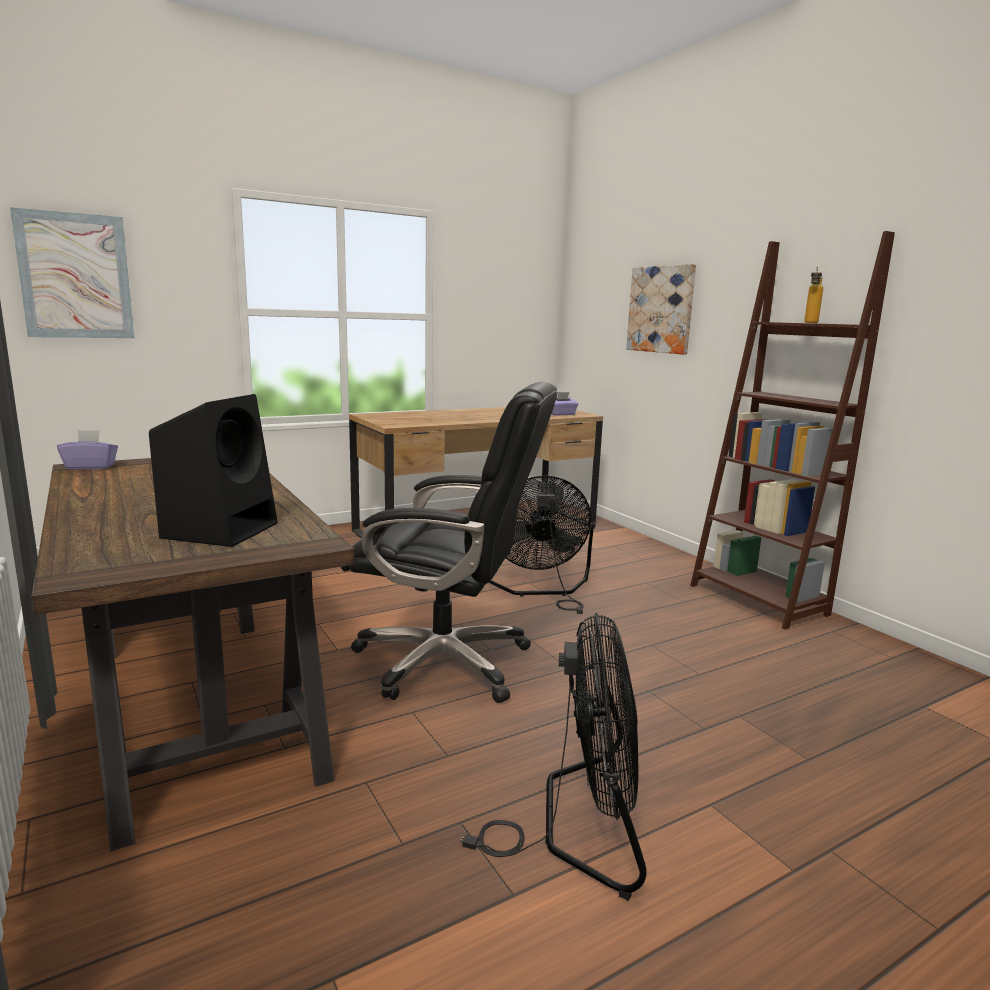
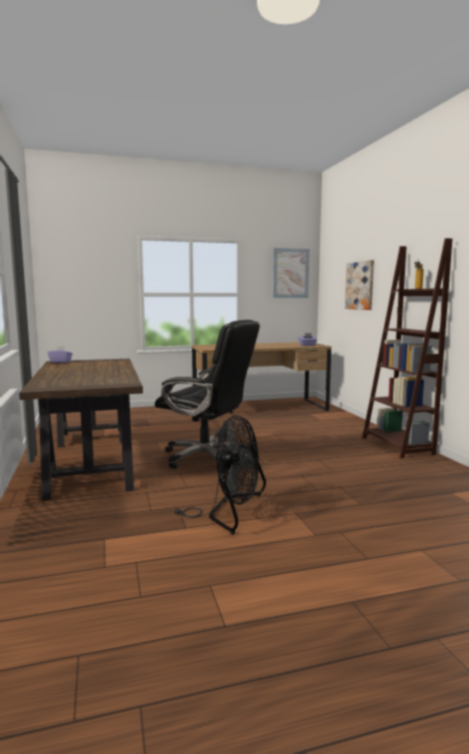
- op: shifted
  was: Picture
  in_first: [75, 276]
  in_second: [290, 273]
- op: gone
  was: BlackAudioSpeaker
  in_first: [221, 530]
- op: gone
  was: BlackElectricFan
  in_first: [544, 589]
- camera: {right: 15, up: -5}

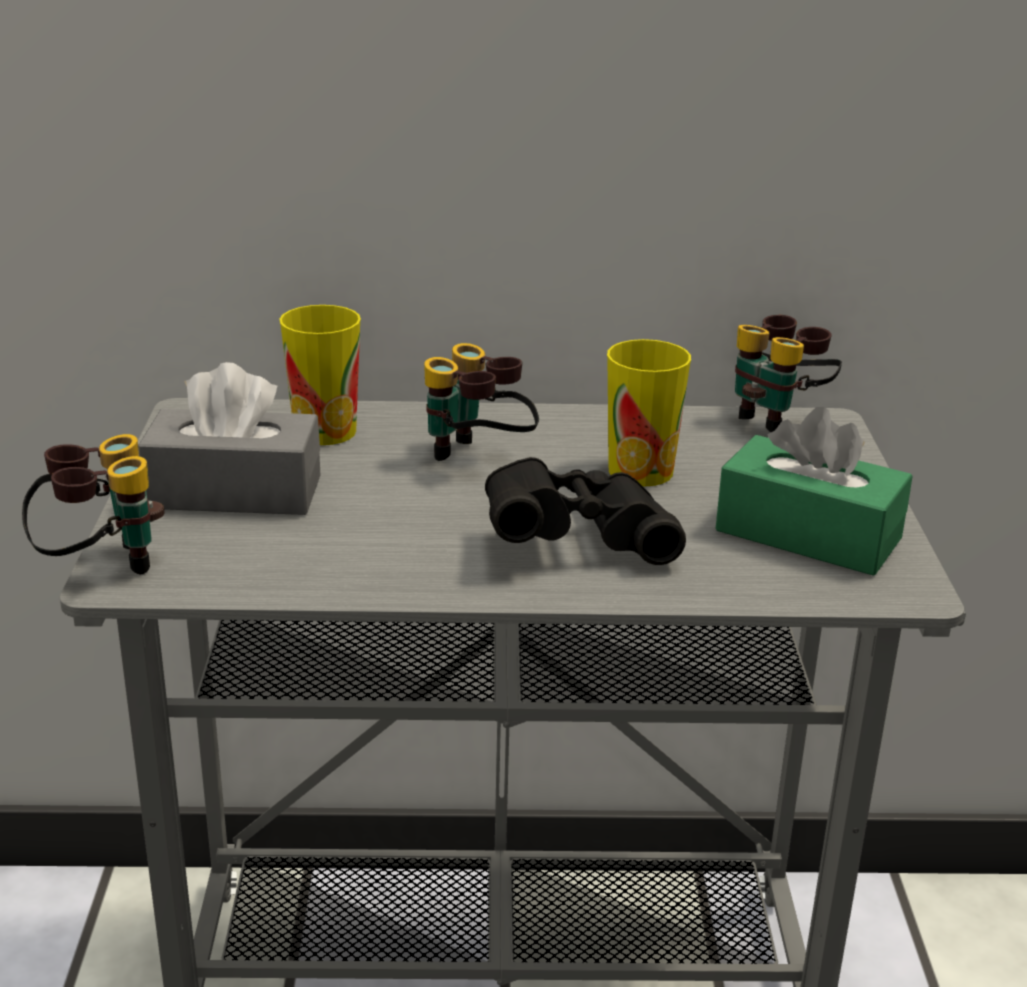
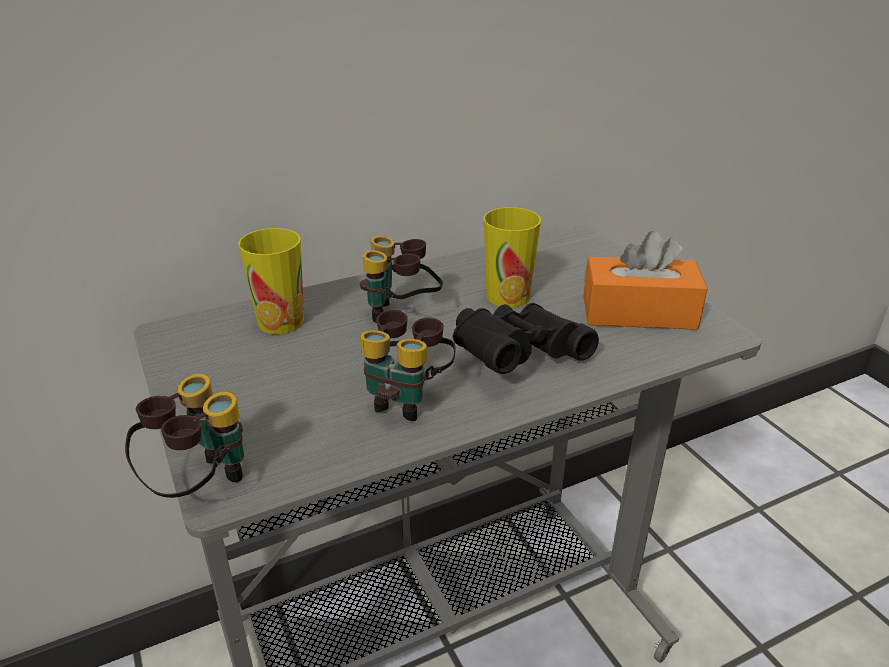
- op: shifted
  was: PairOfBinoculars
  in_first: [777, 418]
  in_second: [407, 399]
- op: gone
  was: GreyTissueBox
  in_first: [234, 492]
- op: repainted
  was: GreenColouredTissueBox
  now: OrangeColouredTissueBox
  in_first: [808, 534]
  in_second: [638, 312]
- camera: {right: -25, up: 5}

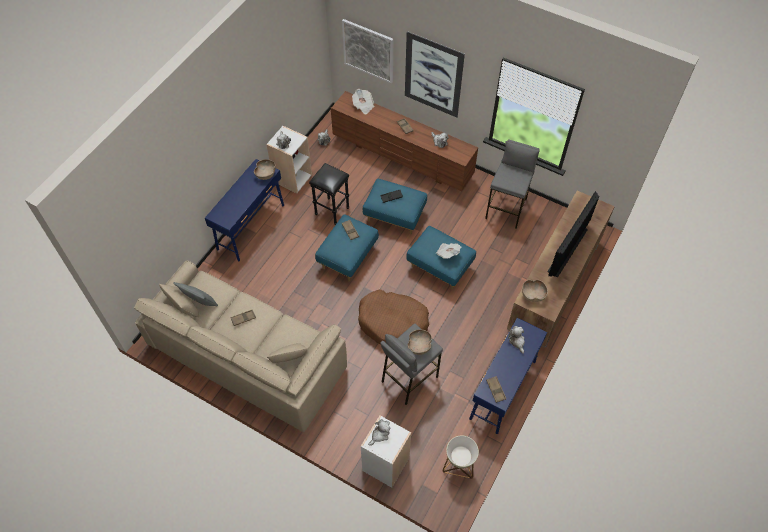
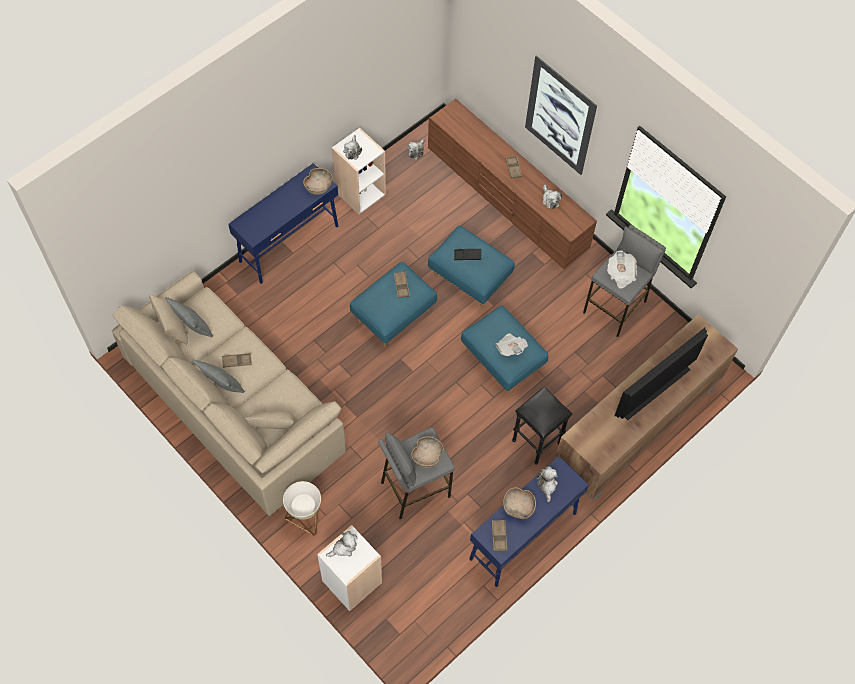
- op: gone
  was: Picture
  in_first: [368, 51]
- op: shifted
  was: DailyPaper
  in_first: [363, 106]
  in_second: [620, 274]
- op: shifted
  was: BlackStool
  in_first: [331, 210]
  in_second: [536, 440]
- op: shifted
  was: BrownDeepDish
  in_first: [533, 295]
  in_second: [518, 507]
- op: gone
  was: BrownDogBed
  in_first: [392, 322]
- op: shifted
  was: PlantPot
  in_first: [459, 466]
  in_second: [305, 517]
- op: new
  now: GreyPillow
  in_second: [222, 385]
- camera: {right: 15, up: 5}

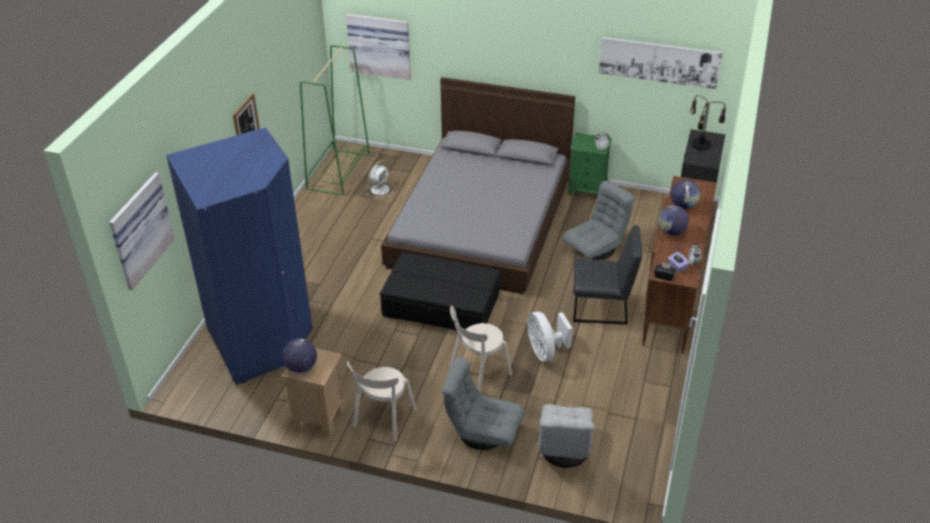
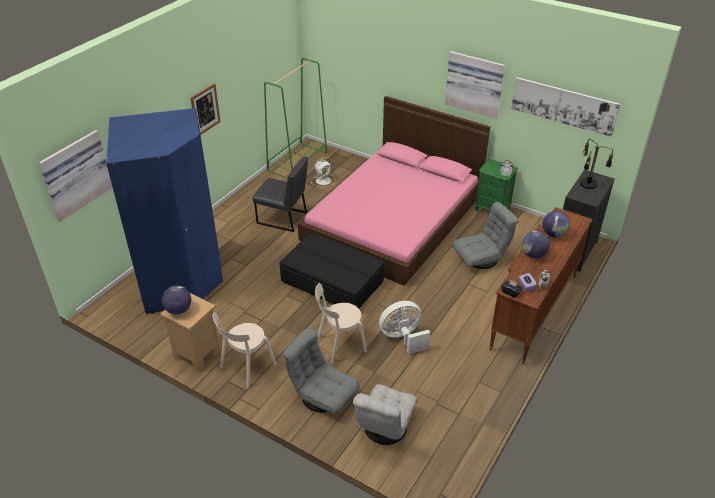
- op: shifted
  was: Picture
  in_first: [380, 45]
  in_second: [475, 83]
- op: repainted
  was: GreyBedroomBed
  now: PinkBedroomBed
  in_first: [481, 221]
  in_second: [394, 219]
- op: shifted
  was: GreyChair
  in_first: [602, 308]
  in_second: [283, 218]
- op: rotated
  was: WhiteElectricFan
  in_first: [545, 351]
  in_second: [403, 338]
  clockwise: 75
- camera: {right: 15, up: 0}

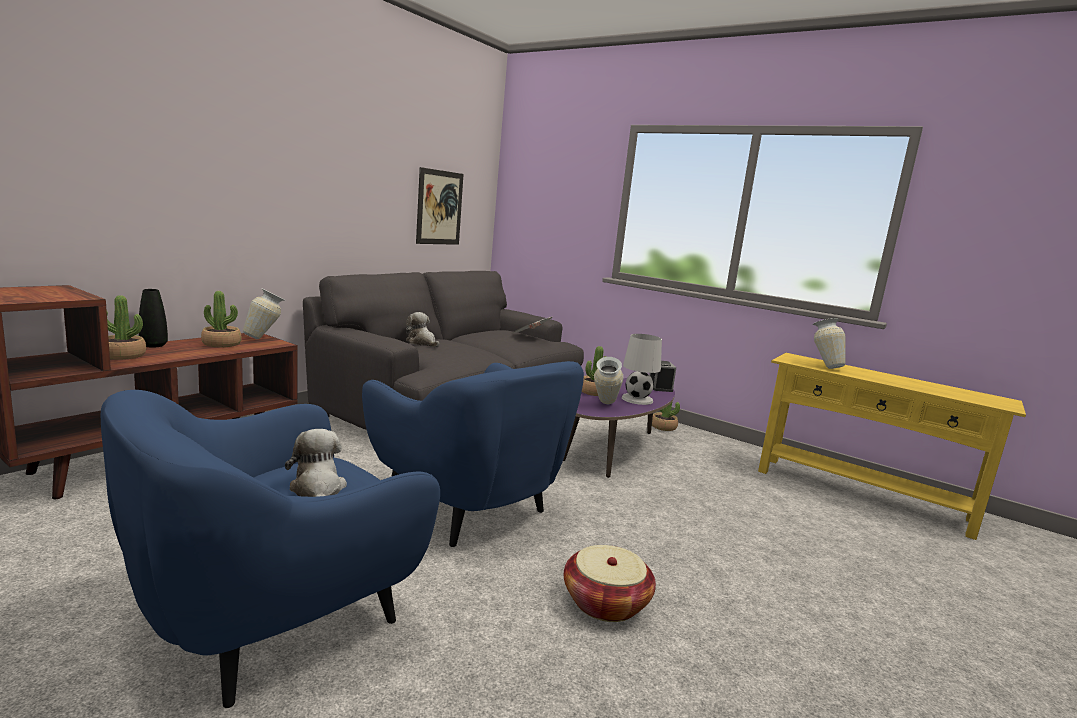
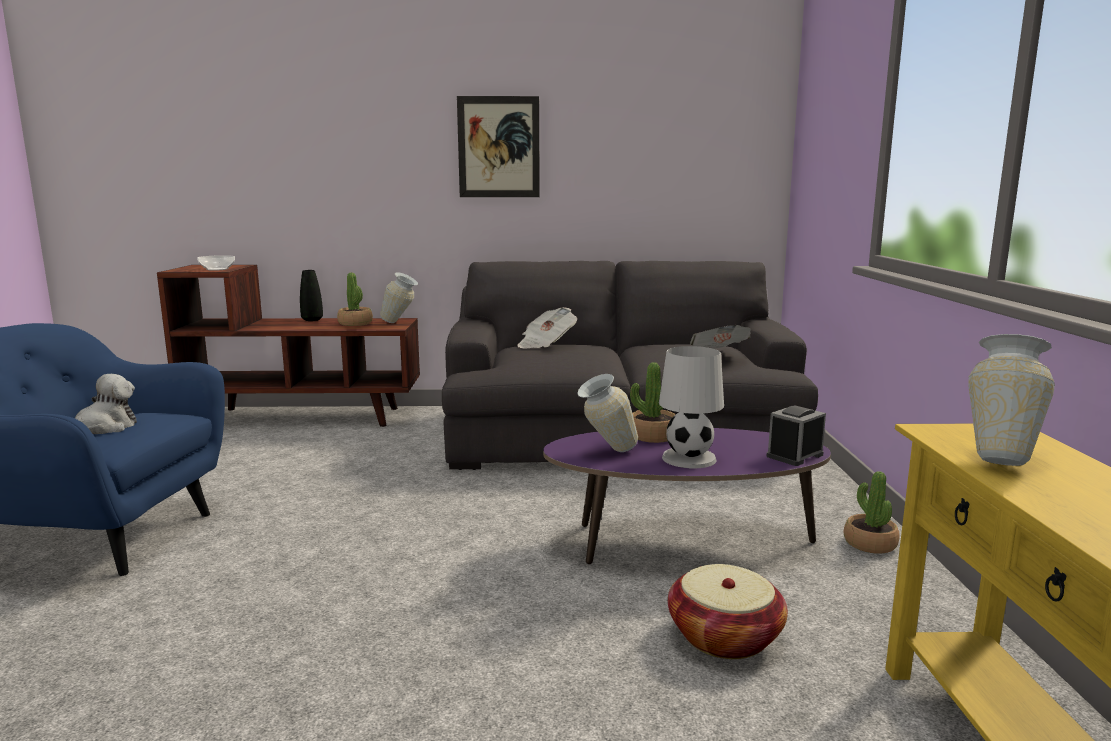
- op: shifted
  was: Picture
  in_first: [439, 207]
  in_second: [498, 147]
- op: gone
  was: PlantInAPot
  in_first: [122, 355]
- op: swapped
  was: SoftToy
  now: DailyPaper
  in_first: [422, 343]
  in_second: [545, 344]
- op: gone
  was: BluishLoungeChair
  in_first: [468, 507]
- op: shifted
  was: StorageBasket
  in_first: [605, 602]
  in_second: [724, 637]
- op: new
  now: DeepDish
  in_second: [218, 269]
- camera: {right: 55, up: 0}

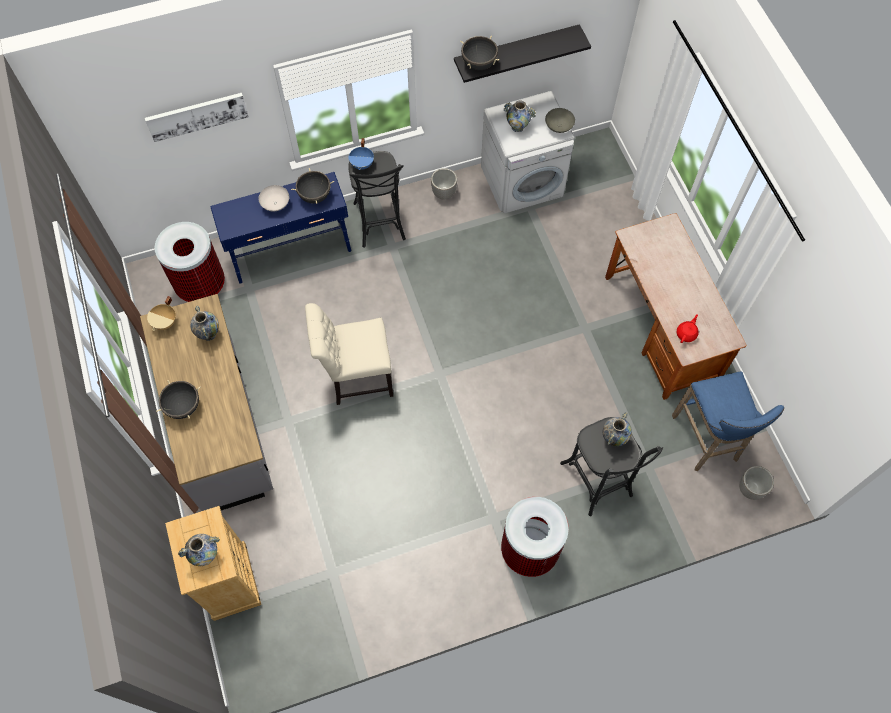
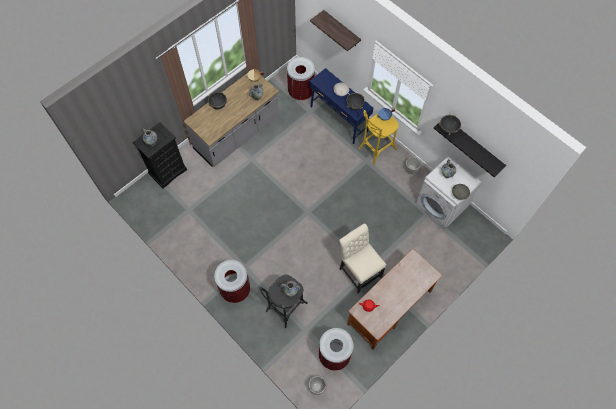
- op: swapped
  was: Picture
  now: BracketShelf
  in_first: [197, 115]
  in_second: [341, 29]
- op: repainted
  was: BlackStool
  now: YellowishStool
  in_first: [379, 224]
  in_second: [376, 149]
- op: shifted
  was: SandColouredChair
  in_first: [356, 377]
  in_second: [358, 270]
- op: swapped
  was: BluishStool
  now: WasteBin
  in_first: [707, 441]
  in_second: [334, 355]
- op: repainted
  was: SandColouredChestOfDrawers
  now: BlackChestOfDrawers
  in_first: [229, 581]
  in_second: [168, 171]
- camera: {right: 65, up: 0}

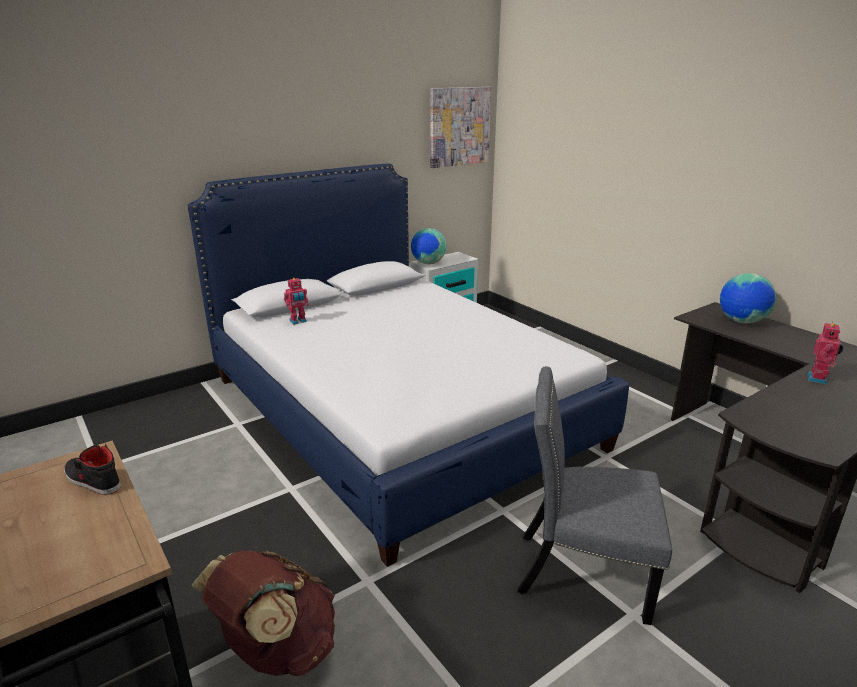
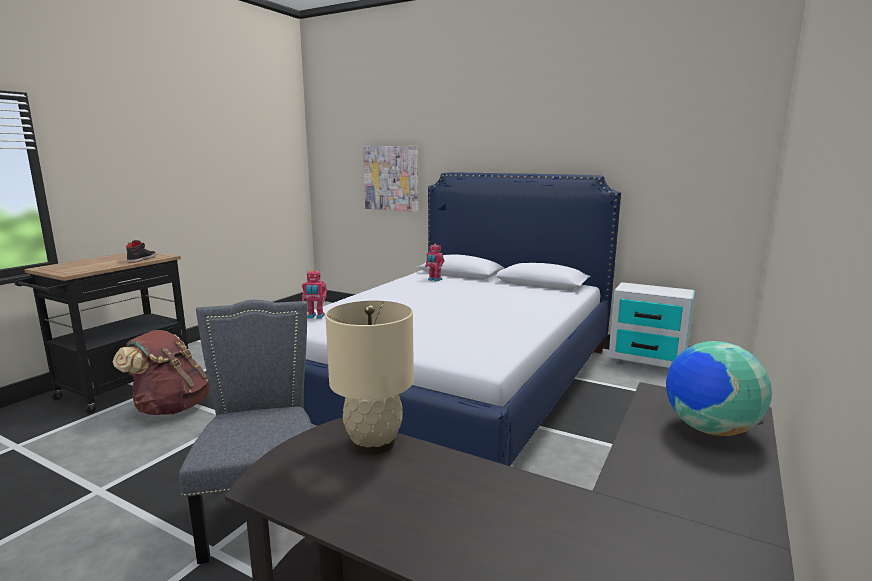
- op: shifted
  was: Picture
  in_first: [459, 126]
  in_second: [391, 178]
- op: gone
  was: Globe
  in_first: [428, 263]
- op: shifted
  was: RobotFigure
  in_first: [818, 379]
  in_second: [315, 317]
- op: new
  now: SandColouredLampForATable
  in_second: [373, 443]
- camera: {right: 65, up: -10}

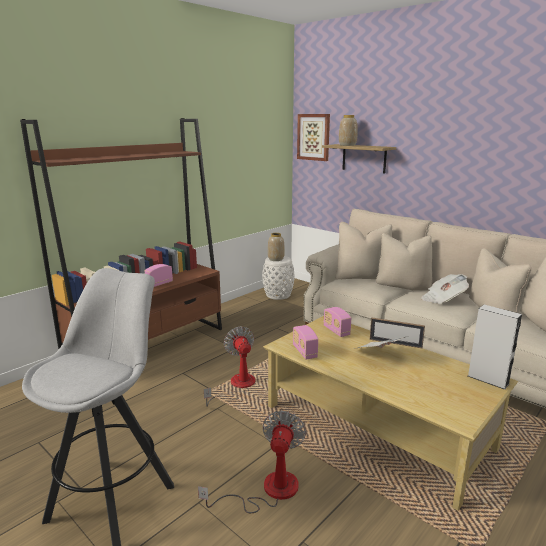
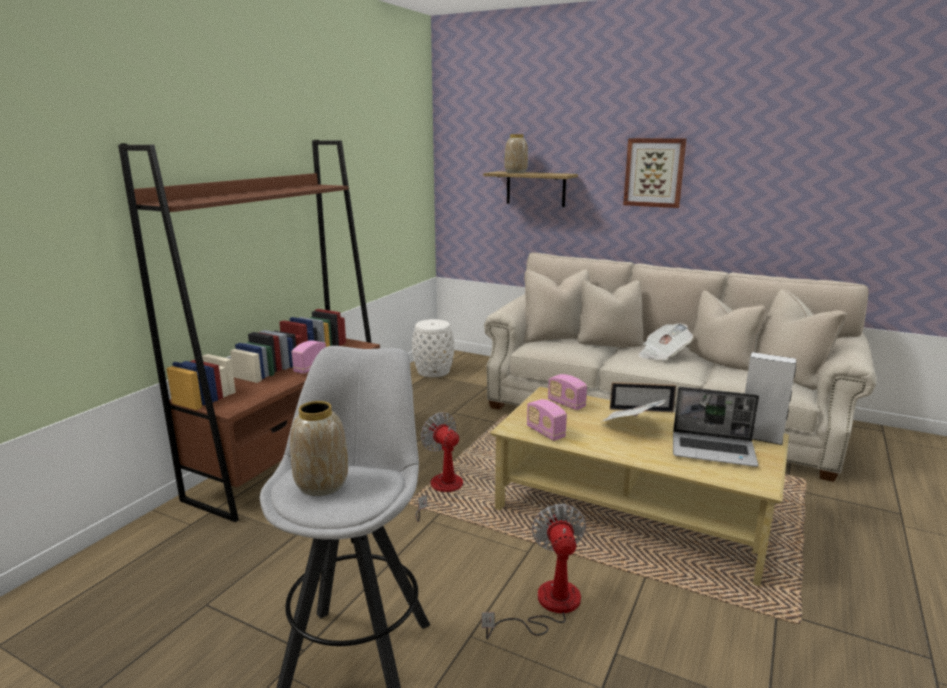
- op: shifted
  was: Picture
  in_first: [314, 137]
  in_second: [654, 172]
- op: shifted
  was: DecorativeVase
  in_first: [276, 259]
  in_second: [322, 484]
- op: new
  now: NotebookComputer
  in_second: [714, 450]
- camera: {right: -15, up: 0}

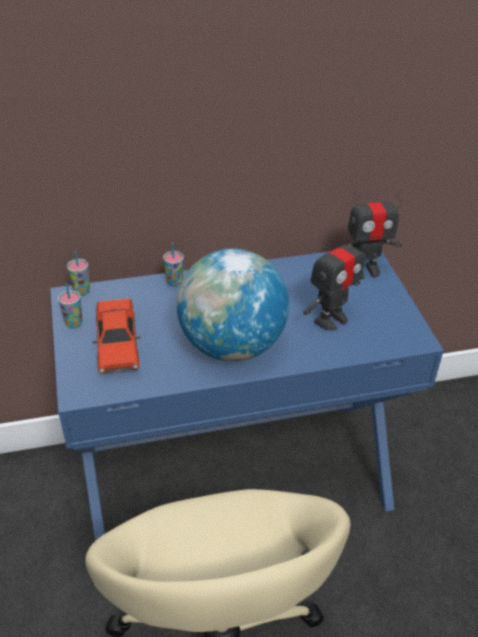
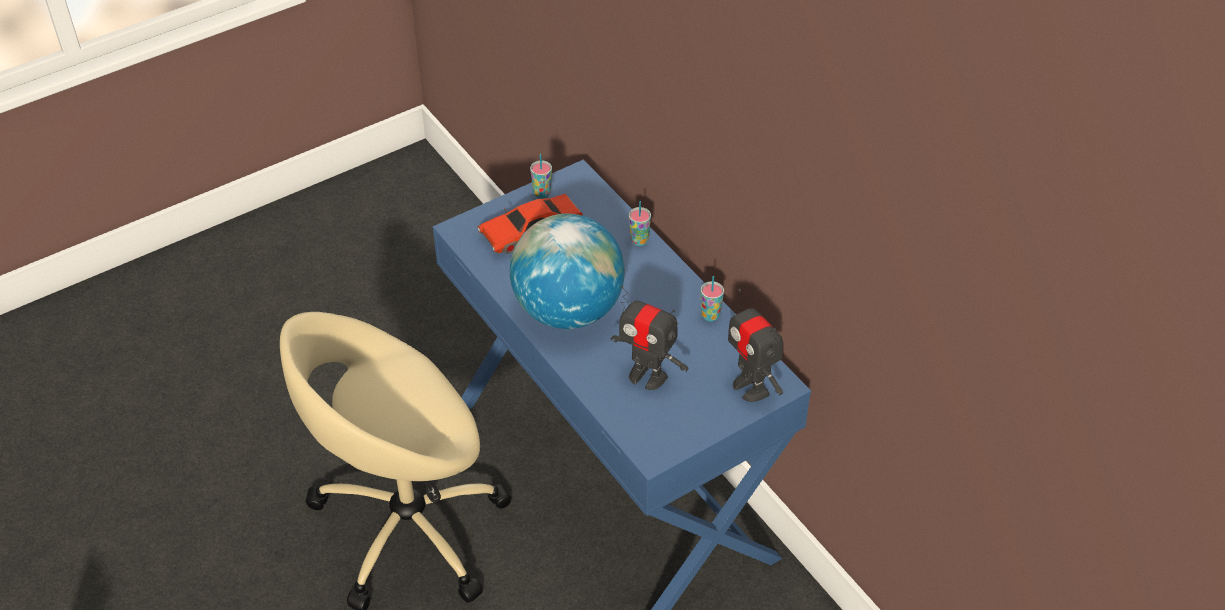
- op: shifted
  was: Cup
  in_first: [81, 291]
  in_second: [710, 315]
- camera: {right: 70, up: 5}

